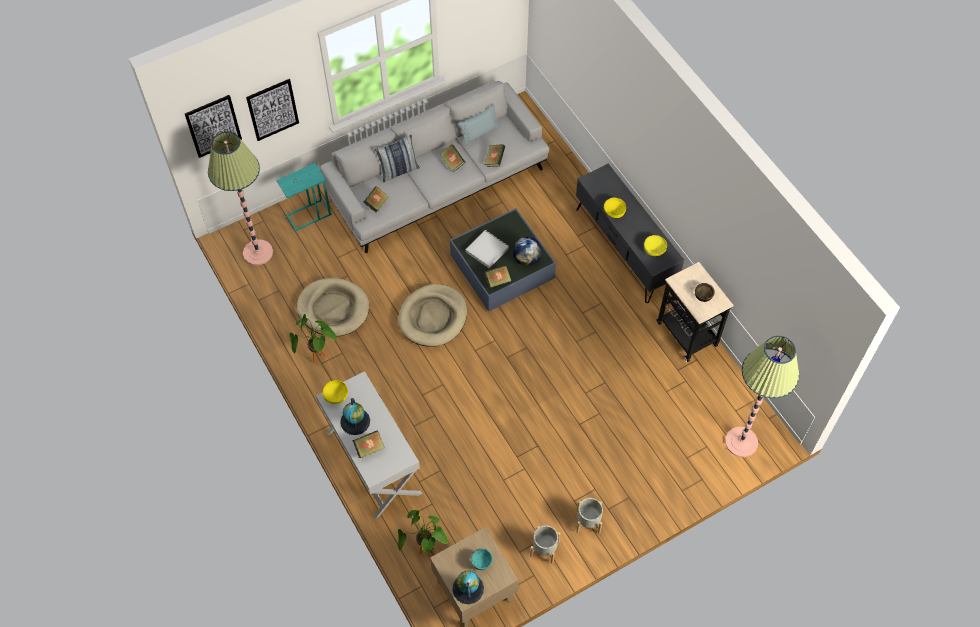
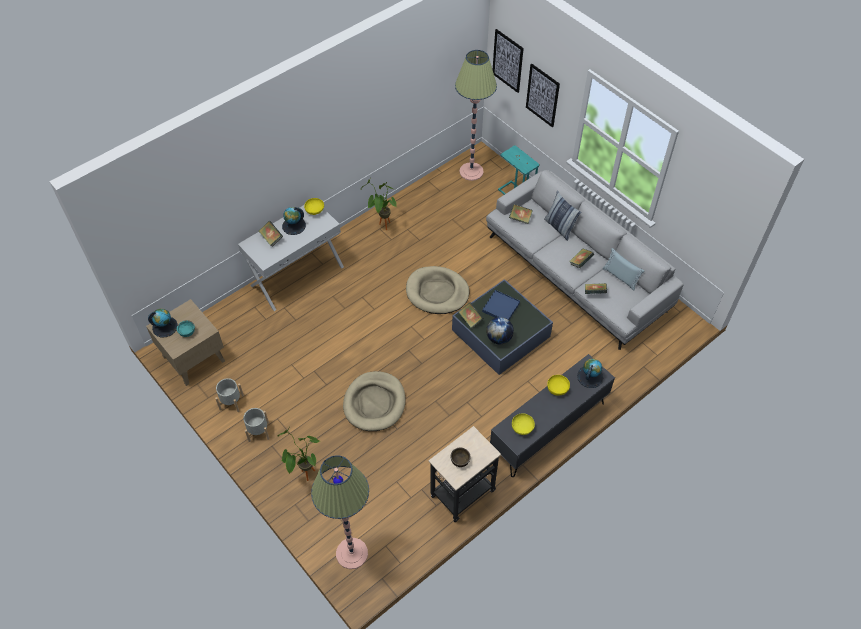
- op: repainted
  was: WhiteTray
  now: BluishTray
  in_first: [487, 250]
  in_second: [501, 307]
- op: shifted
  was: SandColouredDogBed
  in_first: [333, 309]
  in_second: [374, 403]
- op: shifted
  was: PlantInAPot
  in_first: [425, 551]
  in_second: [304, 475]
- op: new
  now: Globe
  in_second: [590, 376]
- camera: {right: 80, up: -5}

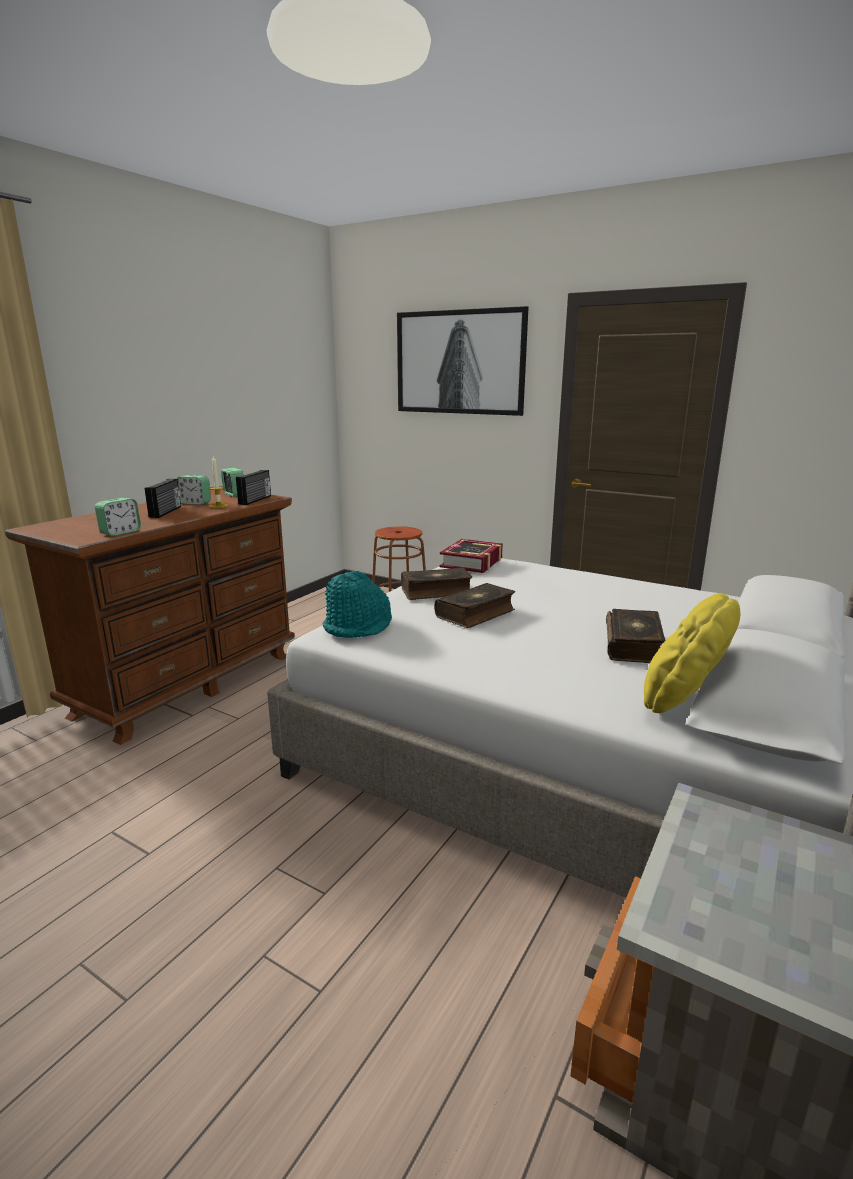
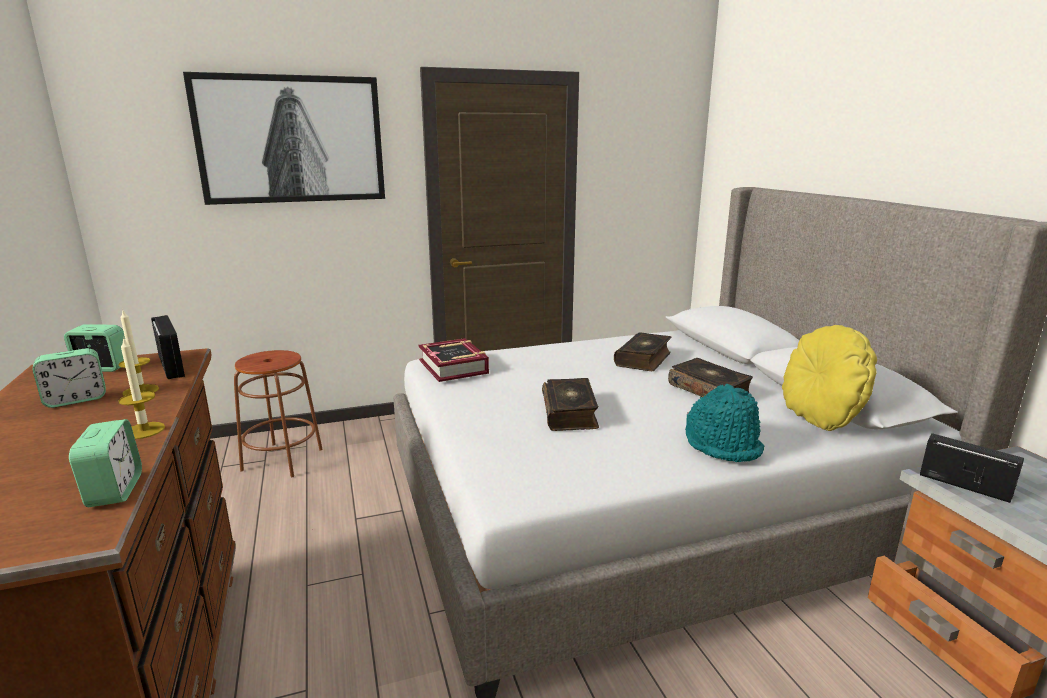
- op: shifted
  was: RadioReceiver
  in_first: [166, 512]
  in_second: [964, 485]
- op: shifted
  was: BoundBook
  in_first: [436, 592]
  in_second: [644, 359]
- op: shifted
  was: BlueGreenClothingHat
  in_first: [358, 626]
  in_second: [723, 445]
- op: new
  now: WaxCandle
  in_second: [144, 430]
- camera: {right: -50, up: 0}

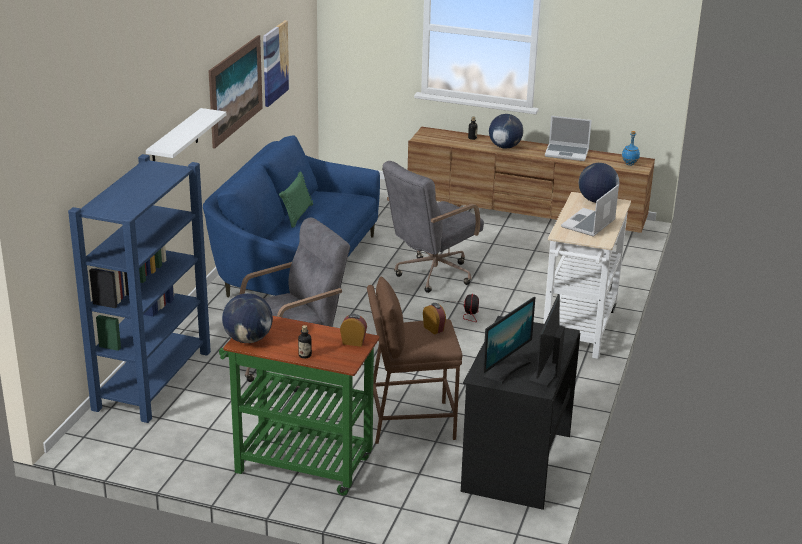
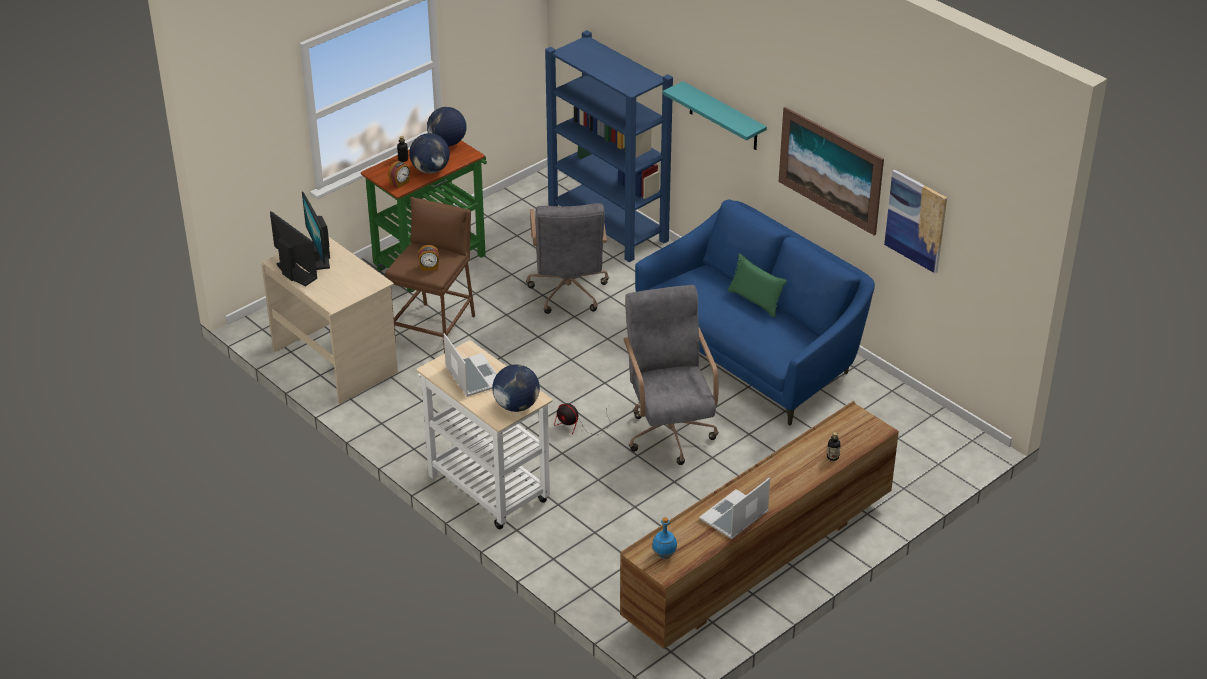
- op: repainted
  was: WhiteBracketShelf
  now: BlueGreenBracketShelf
  in_first: [175, 143]
  in_second: [723, 117]
- op: shifted
  was: Globe
  in_first: [504, 147]
  in_second: [430, 170]
- op: repainted
  was: BlackDeskUnit
  now: SandColouredDeskUnit
  in_first: [515, 462]
  in_second: [336, 361]
- camera: {right: 120, up: 10}

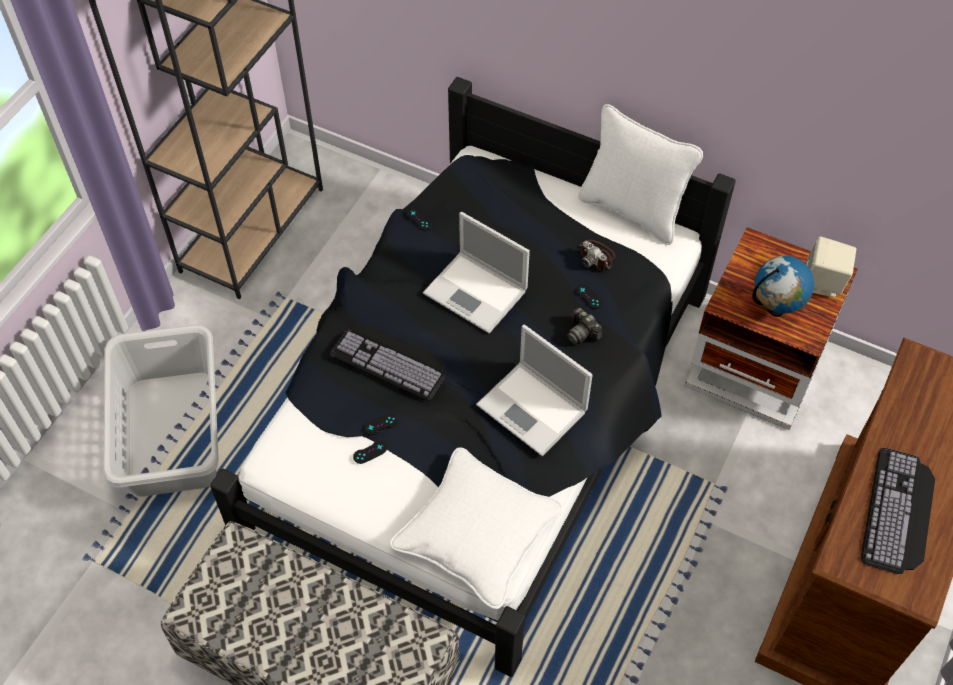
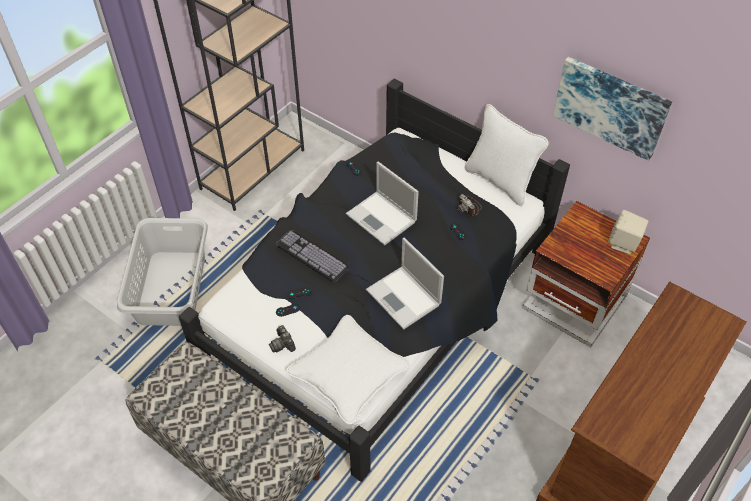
- op: gone
  was: Globe
  in_first: [775, 309]
- op: shifted
  was: PhotoCamera
  in_first: [582, 333]
  in_second: [283, 344]
- op: gone
  was: PcKeyboard
  in_first: [900, 513]
- op: new
  now: Picture
  in_second: [610, 106]
- camera: {right: 10, up: -5}

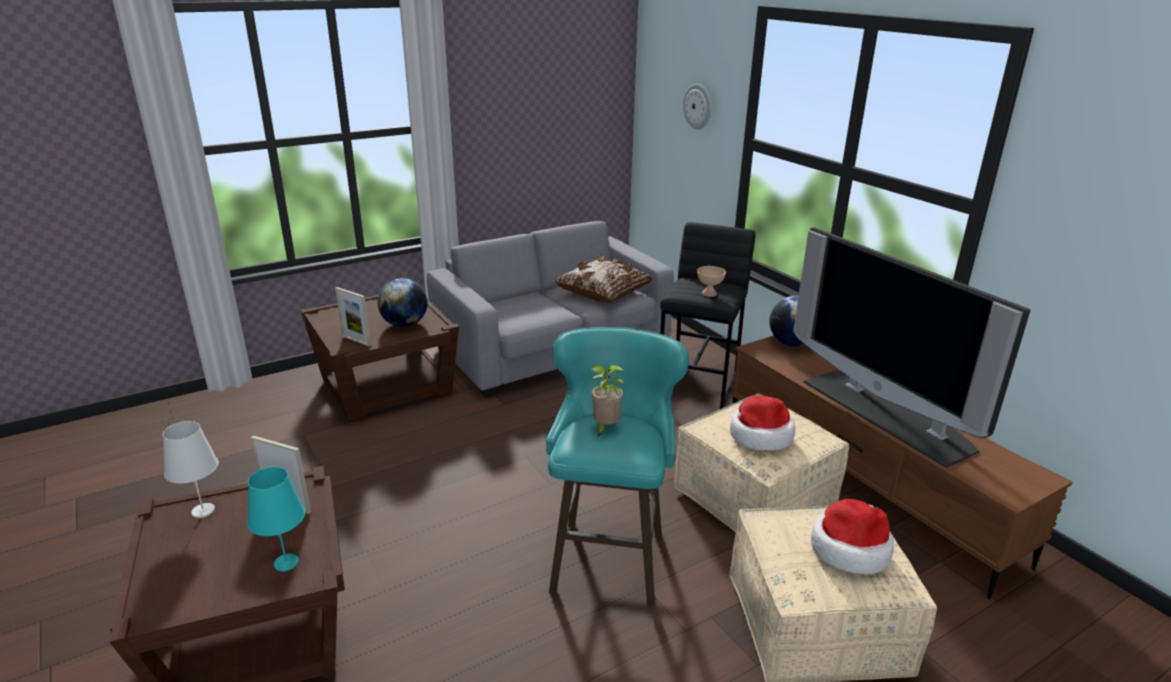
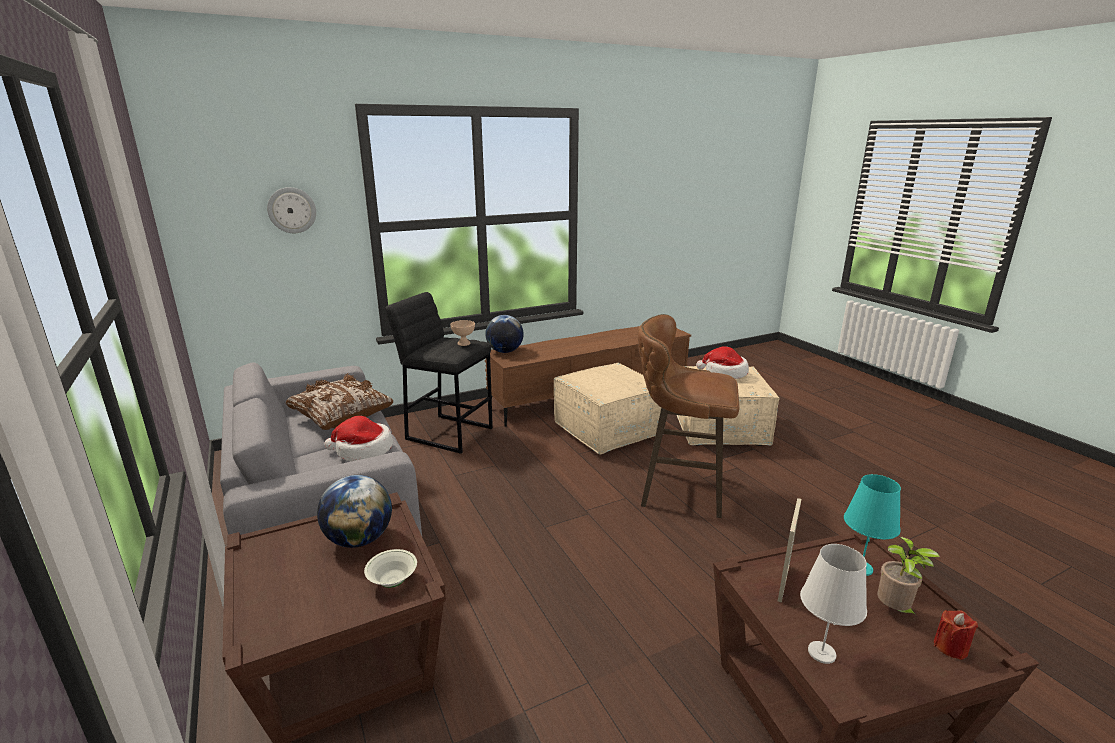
- op: gone
  was: Television
  in_first: [887, 414]
- op: swapped
  was: PictureFrame
  now: WhiteDeepDish
  in_first: [356, 341]
  in_second: [393, 581]
- op: repainted
  was: BlueGreenStool
  now: BrownStool
  in_first: [609, 557]
  in_second: [677, 490]
- op: shifted
  was: PlantInAPot
  in_first: [605, 428]
  in_second: [894, 611]
- op: shifted
  was: ClothingHat
  in_first: [760, 435]
  in_second: [363, 450]
- op: new
  now: RedWaxCandle
  in_second: [950, 647]
- camera: {right: -85, up: -5}

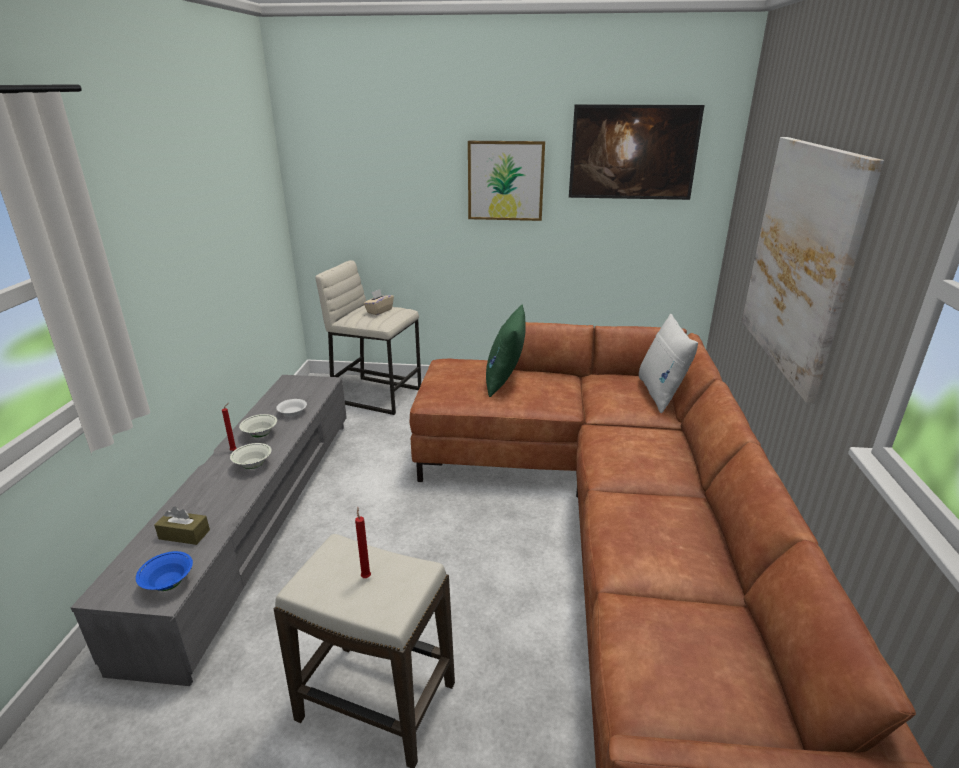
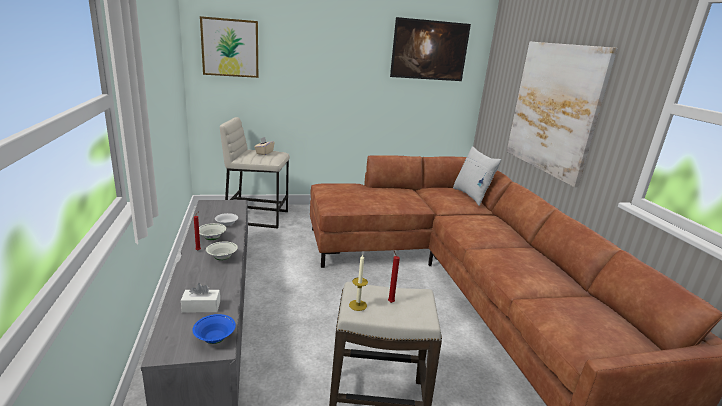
- op: shifted
  was: Picture
  in_first: [505, 181]
  in_second: [230, 47]
- op: gone
  was: GreenColouredPillow
  in_first: [505, 381]
- op: repainted
  was: BrownTissueBox
  now: WhiteTissueBox
  in_first: [184, 534]
  in_second: [201, 307]
- op: new
  now: WaxCandle
  in_second: [358, 305]
- camera: {right: -20, up: -5}

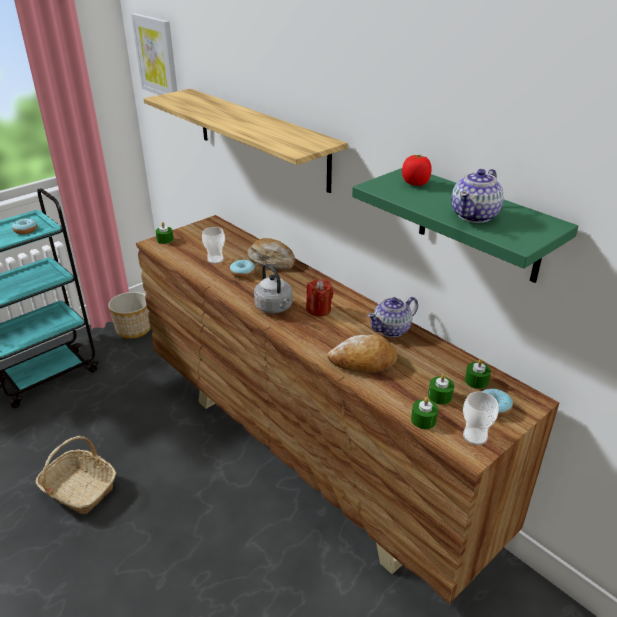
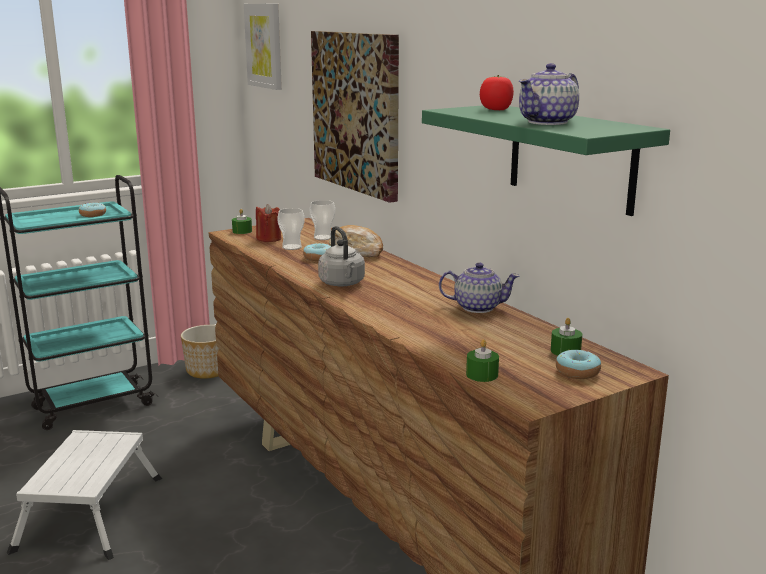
- op: swapped
  was: BracketShelf
  now: Picture
  in_first: [261, 138]
  in_second: [357, 112]
- op: shifted
  was: RedWaxCandle
  in_first: [319, 309]
  in_second: [269, 239]
- op: rotated
  was: PotForTea
  in_first: [392, 329]
  in_second: [477, 307]
  clockwise: -150
- op: gone
  was: Bread
  in_first: [363, 362]
- op: gone
  was: GreenColouredWaxCandle
  in_first: [440, 396]
- op: shifted
  was: Cup
  in_first: [475, 436]
  in_second: [323, 237]
- op: swapped
  was: StorageBasket
  now: WhiteStepLadder
  in_first: [79, 489]
  in_second: [90, 512]
- camera: {right: 10, up: -15}

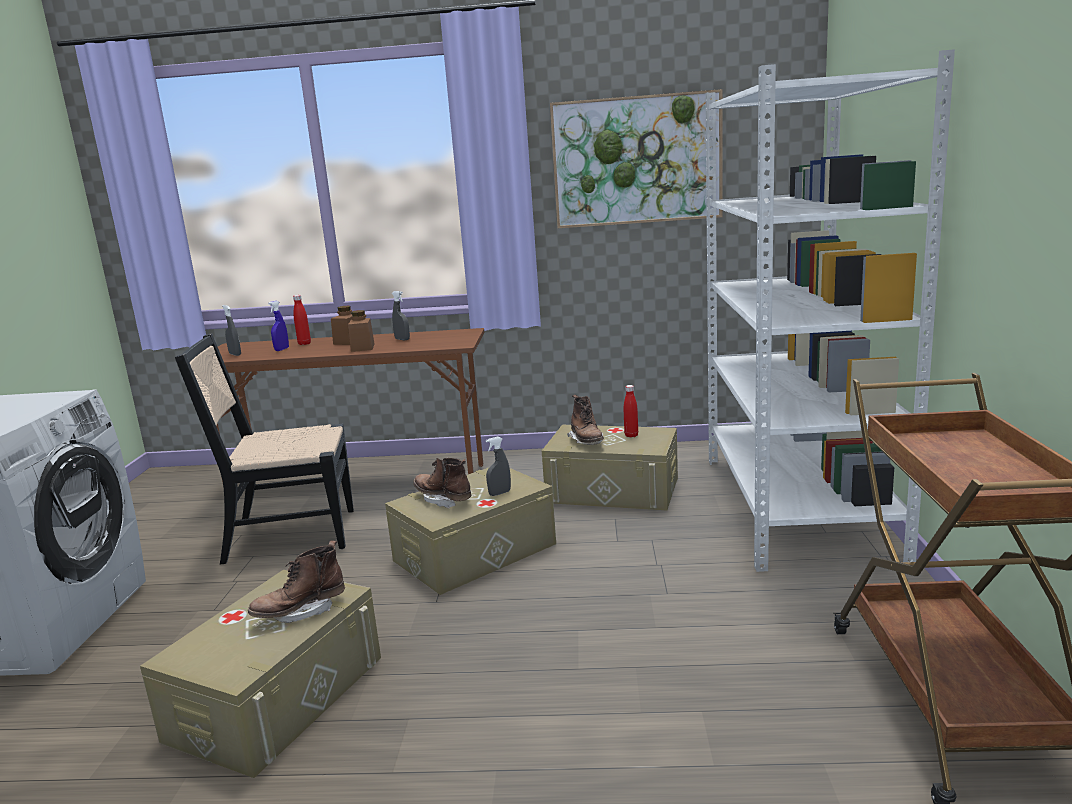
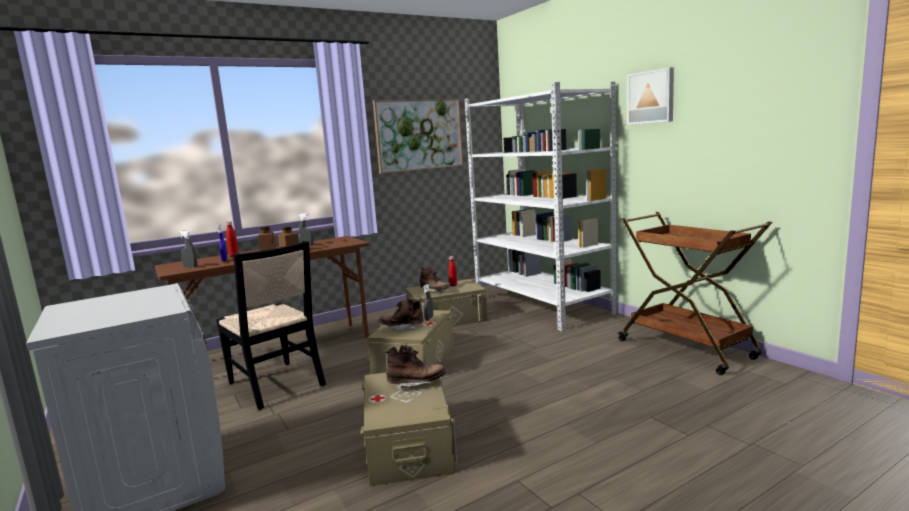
- op: rotated
  was: Chair
  in_first: [290, 535]
  in_second: [275, 384]
  clockwise: -90
- op: rotated
  was: BrownHighTopBoot
  in_first: [301, 612]
  in_second: [416, 384]
  clockwise: -120
- op: new
  now: Picture
  in_second: [651, 97]
- camera: {right: -35, up: -5}

